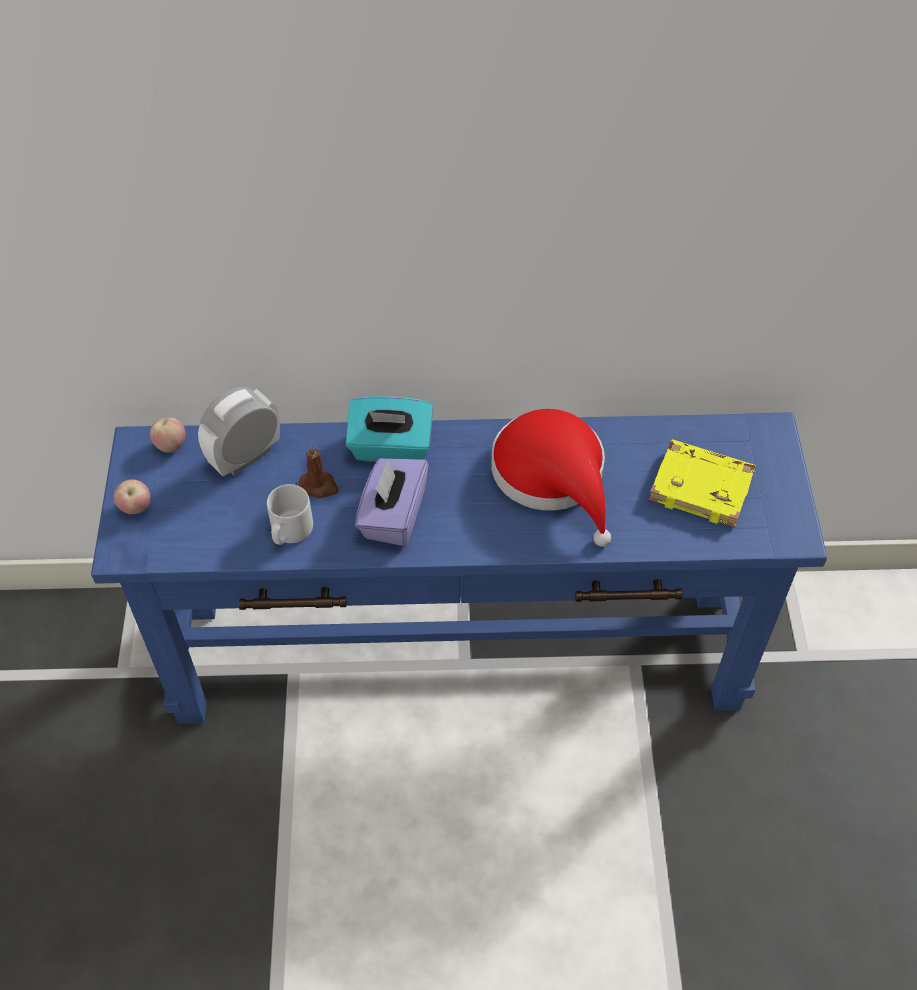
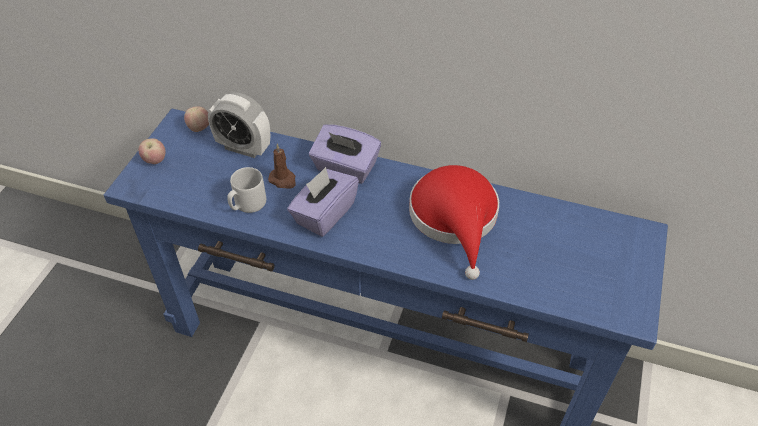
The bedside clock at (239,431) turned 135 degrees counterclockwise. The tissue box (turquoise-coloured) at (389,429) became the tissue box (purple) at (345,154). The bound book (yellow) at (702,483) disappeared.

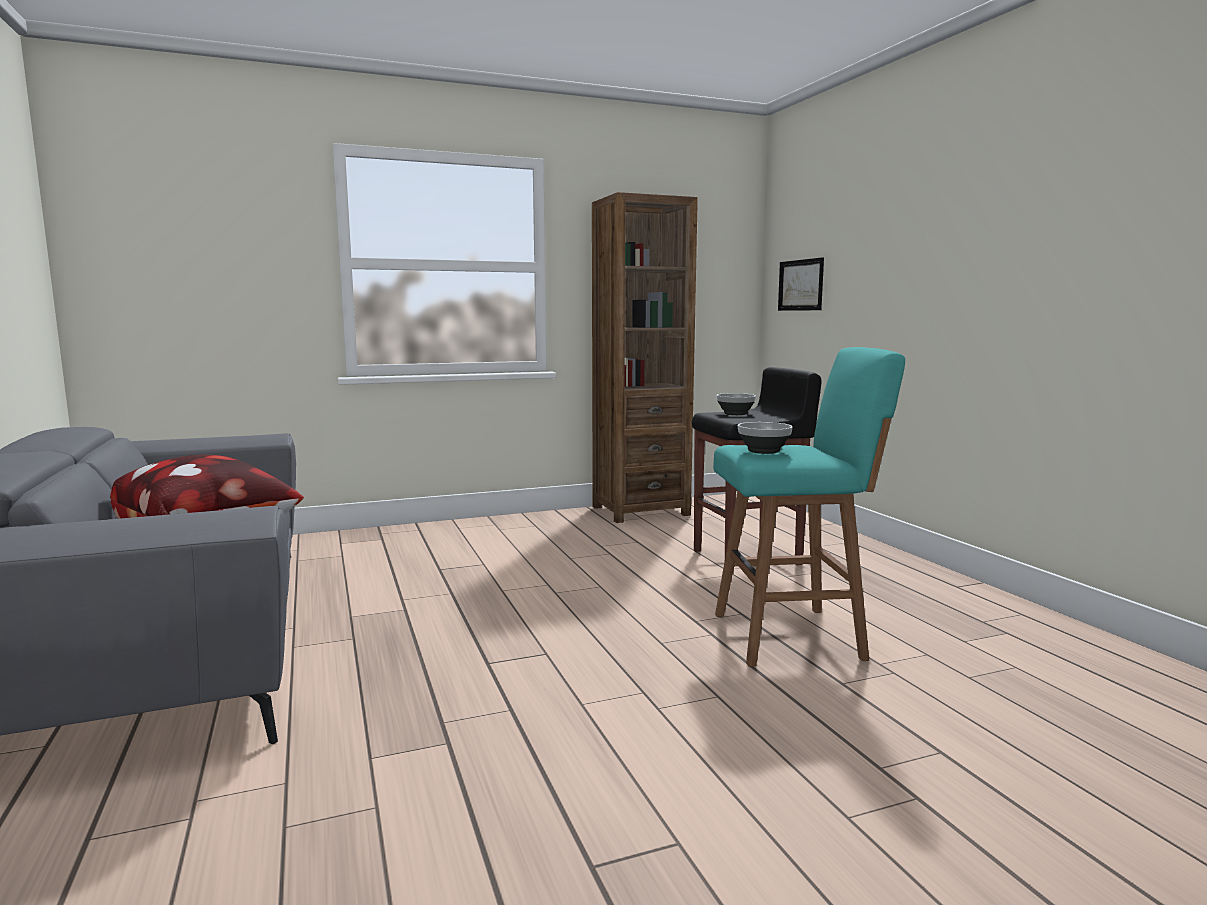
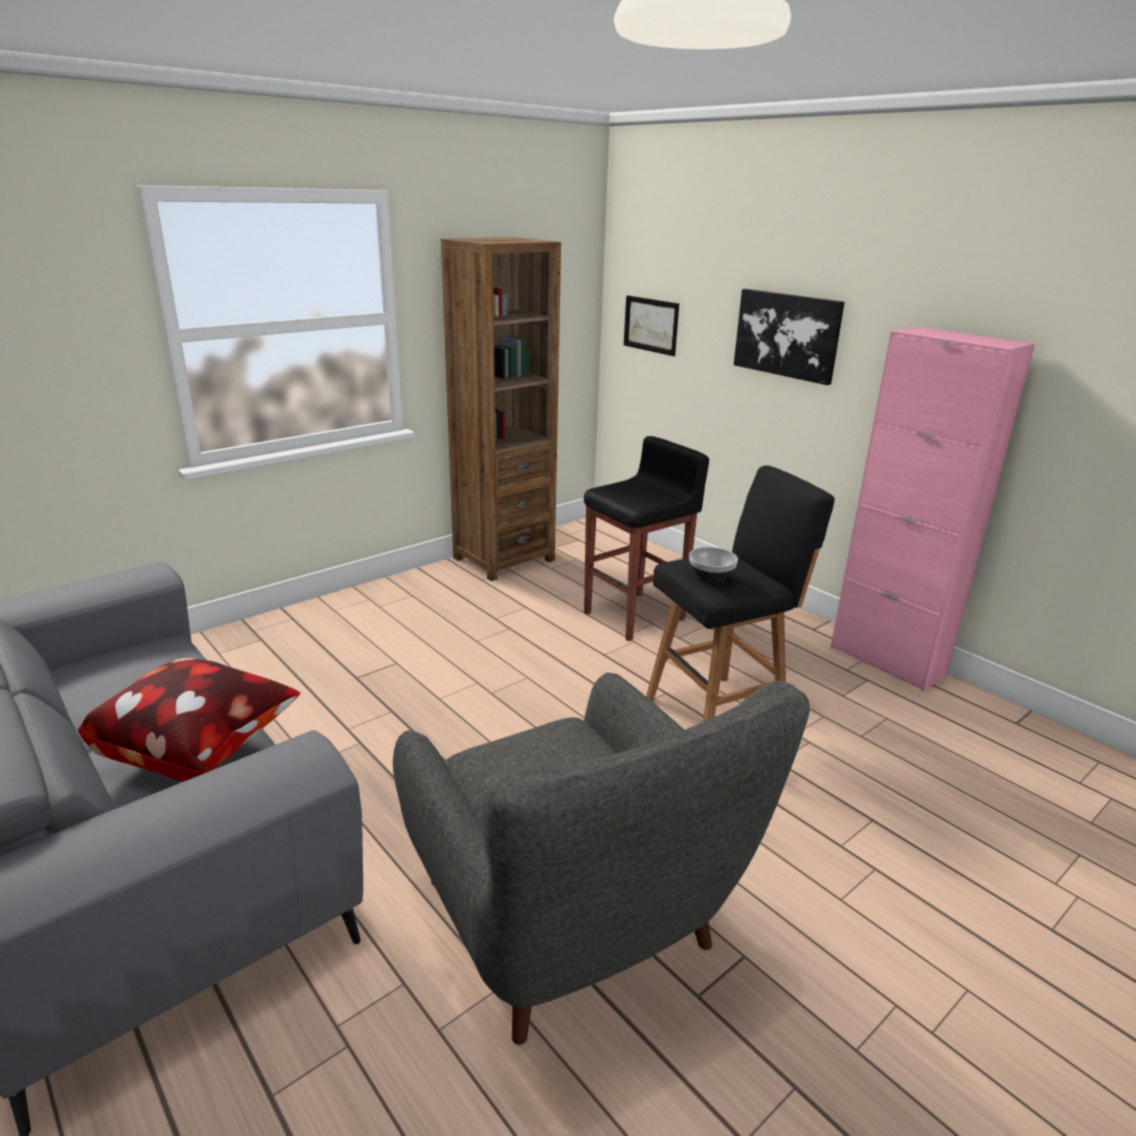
The sitting stool (turquoise-coloured) at (809,507) became the sitting stool (black-coloured) at (740,593). The serving bowl at (736,404) disappeared. The wall picture at (789,337) appeared. The cupboard (pinkish) at (932,509) appeared. The armchair (gray) at (601,858) appeared.

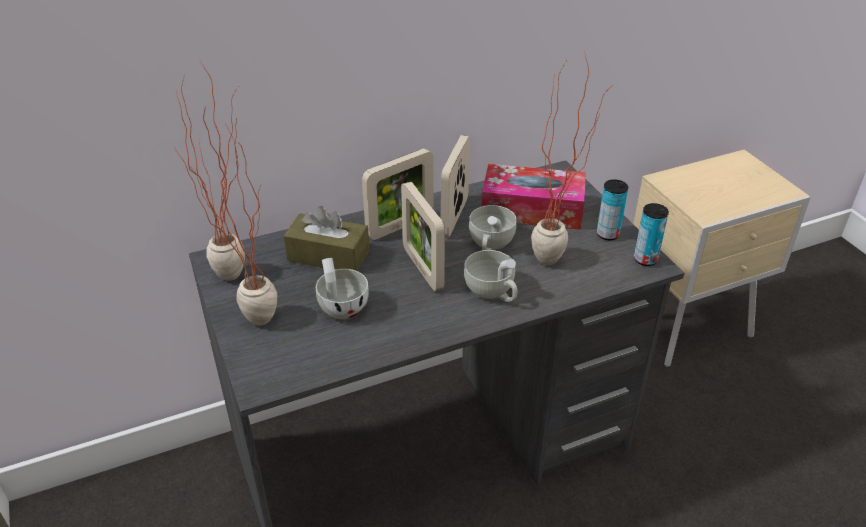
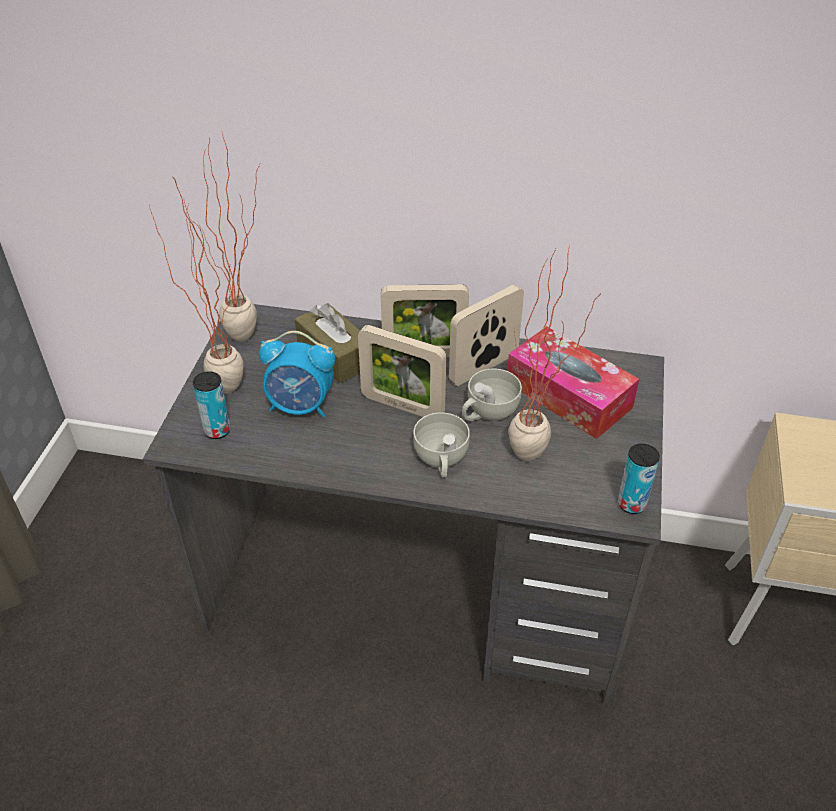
The sealed can moved from (612,209) to (212,405). The picture frame at (423,236) turned 75 degrees counterclockwise. The cup (white-coloured) at (342,288) was replaced by the bedside clock at (297,374).

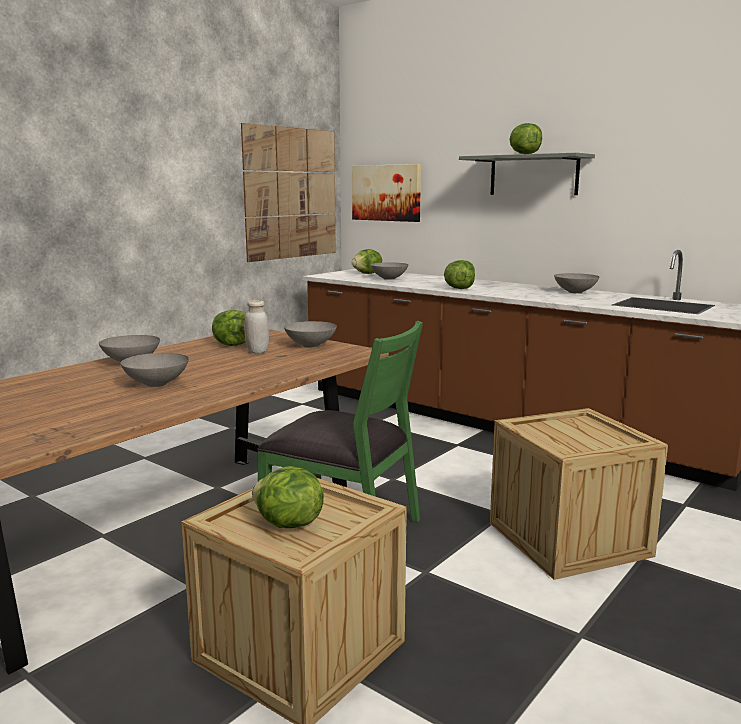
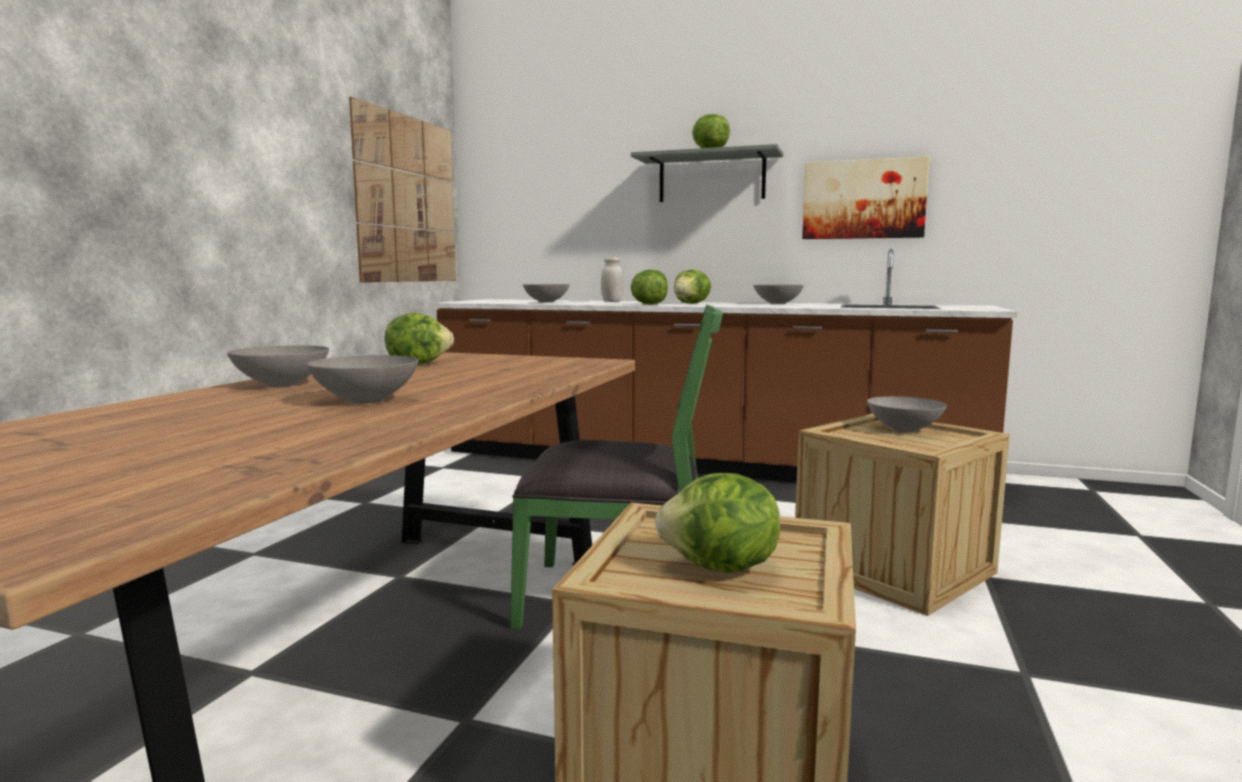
The wall picture moved from (386,193) to (865,197). The lettuce head moved from (367,261) to (692,287). The jar (white-coloured) moved from (256,326) to (612,279). The serving bowl (gray) moved from (310,334) to (907,414).

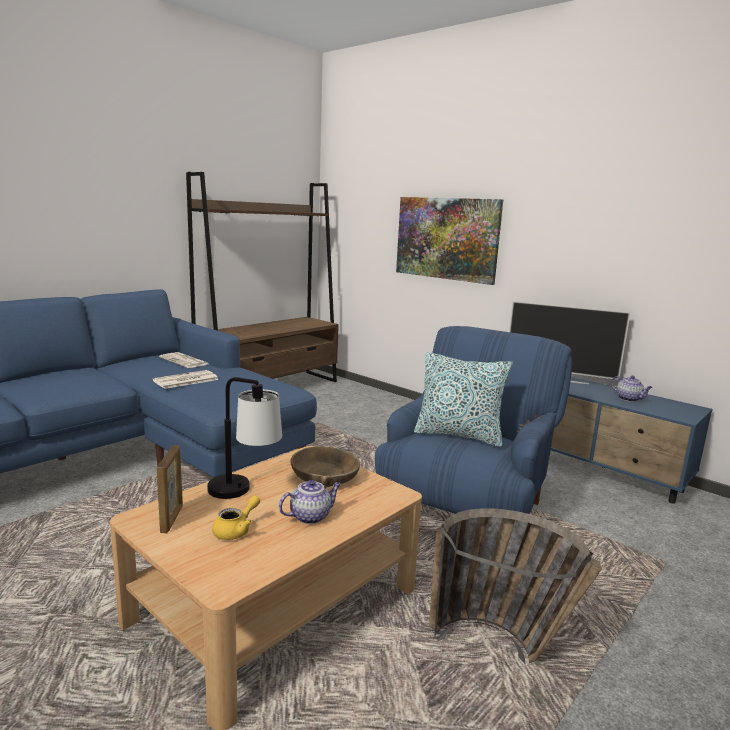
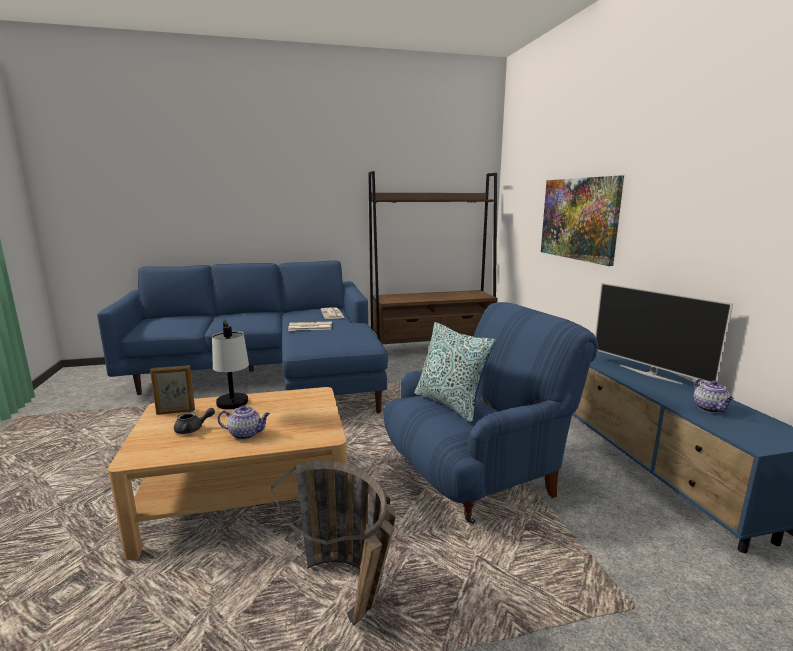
The picture frame at (170,489) turned 45 degrees clockwise. The serving bowl (brown) at (325,468) disappeared. The tea pot (yellow) at (236,518) became the tea pot (gray) at (194,421).

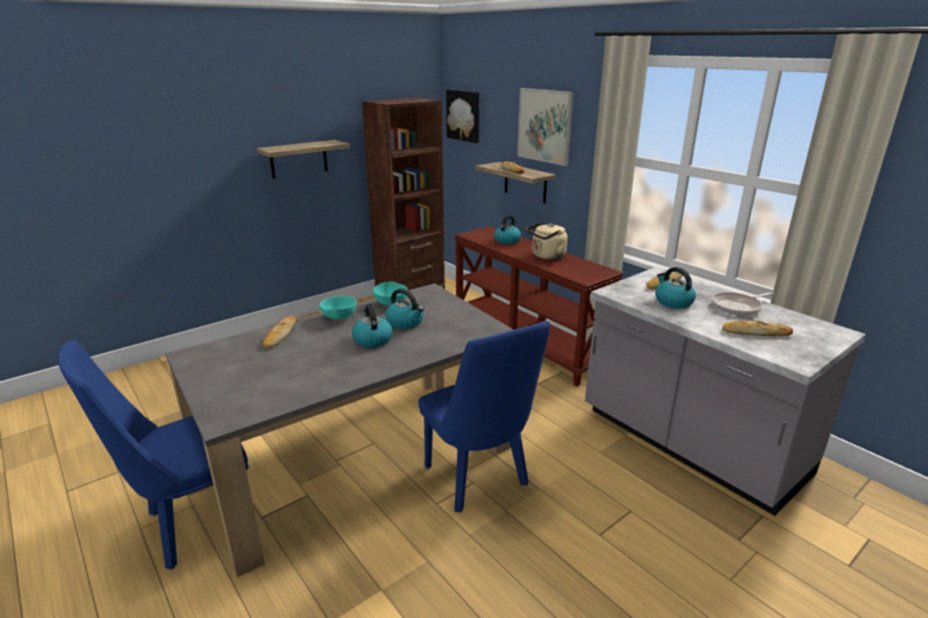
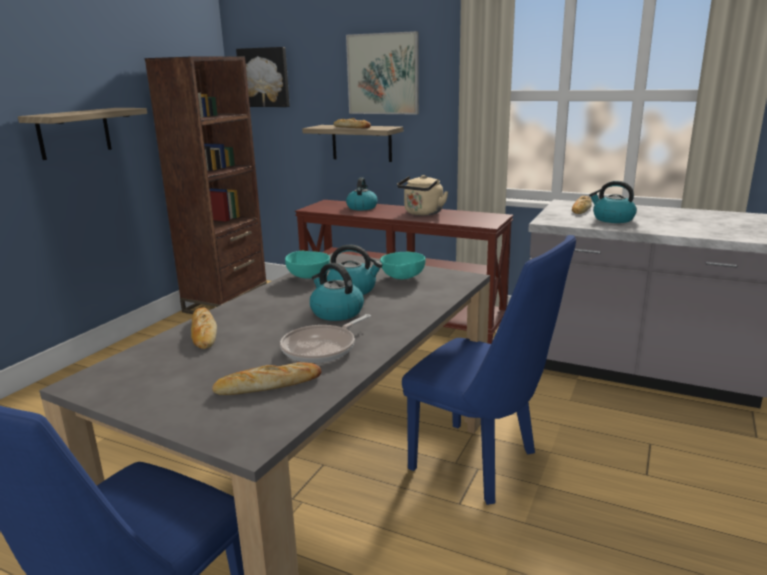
The frying pan moved from (742,304) to (325,338). The serving bowl (turquoise-coloured) moved from (338,308) to (403,265). The bakery bread moved from (757,328) to (266,378).

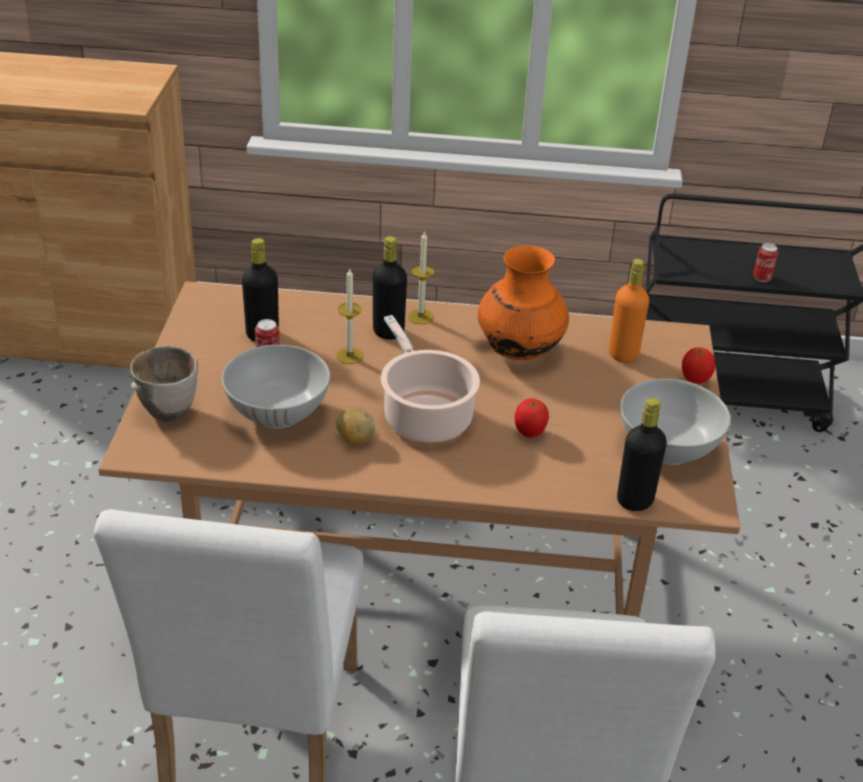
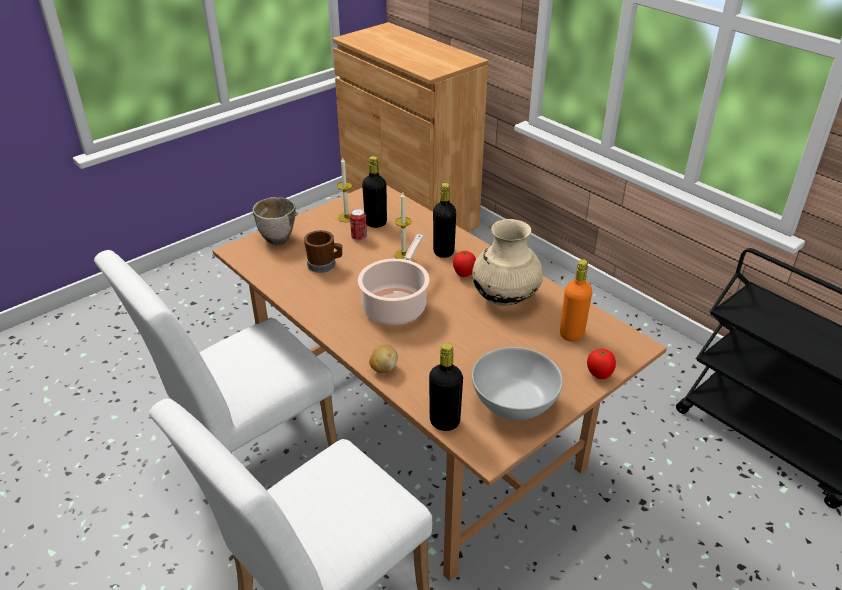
The wax candle moved from (421,277) to (344,190). The sealed can at (766,262) disappeared. The flower vase (orangey) at (523,303) became the flower vase (beige) at (507,262). The serving bowl (white-coloured) at (276,387) was replaced by the mug (brown) at (323,251). The tomato moved from (532,418) to (464,264). The spud moved from (355,426) to (383,358).

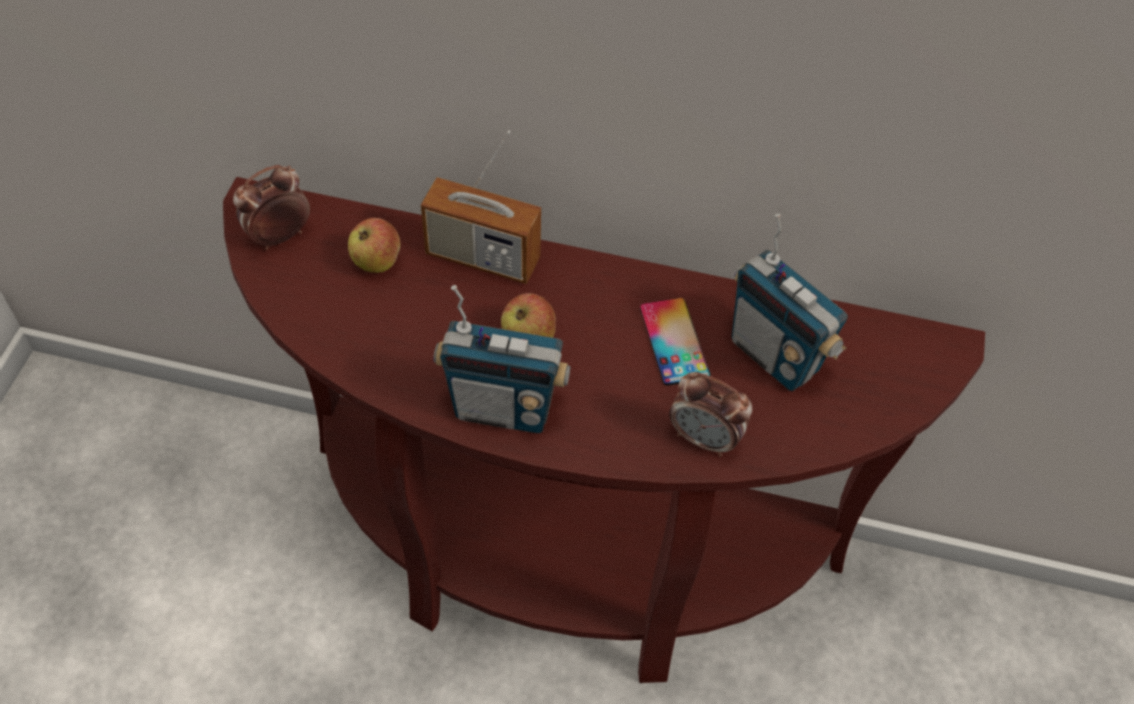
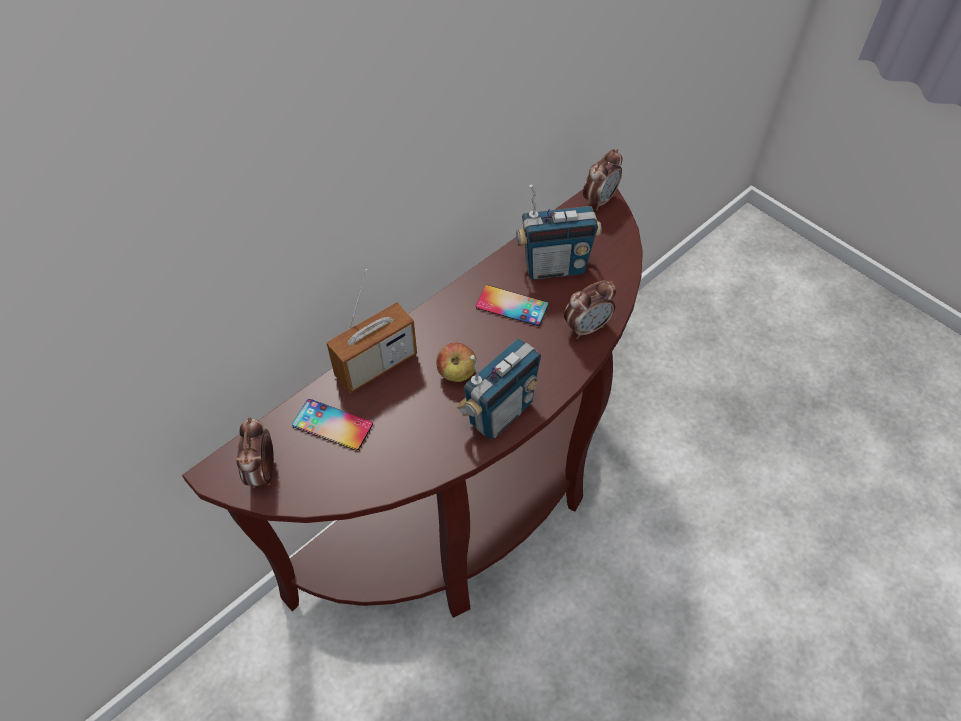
The whole apple at (374,245) was replaced by the phone at (332,425). The bedside clock at (602,180) appeared.

